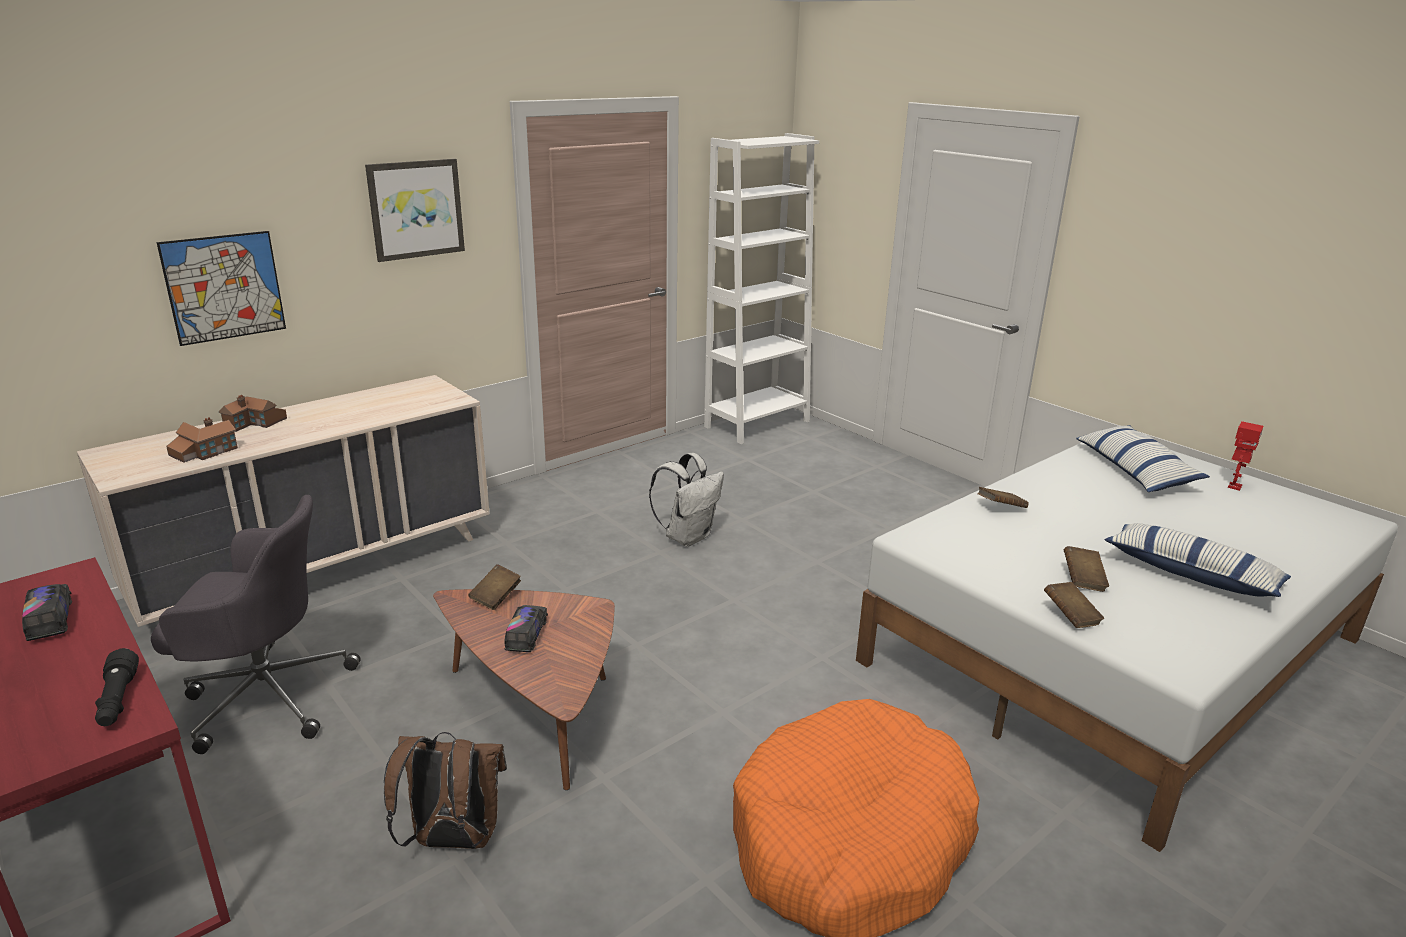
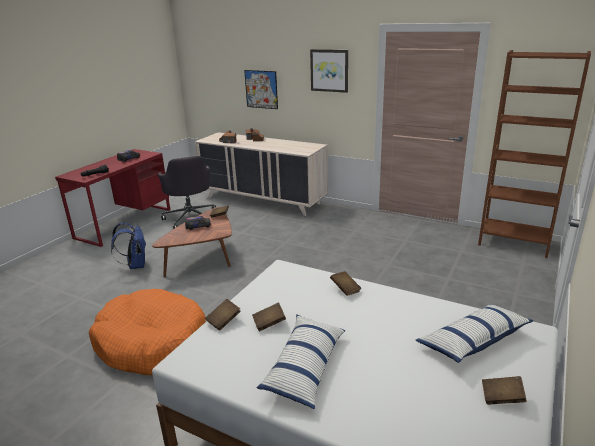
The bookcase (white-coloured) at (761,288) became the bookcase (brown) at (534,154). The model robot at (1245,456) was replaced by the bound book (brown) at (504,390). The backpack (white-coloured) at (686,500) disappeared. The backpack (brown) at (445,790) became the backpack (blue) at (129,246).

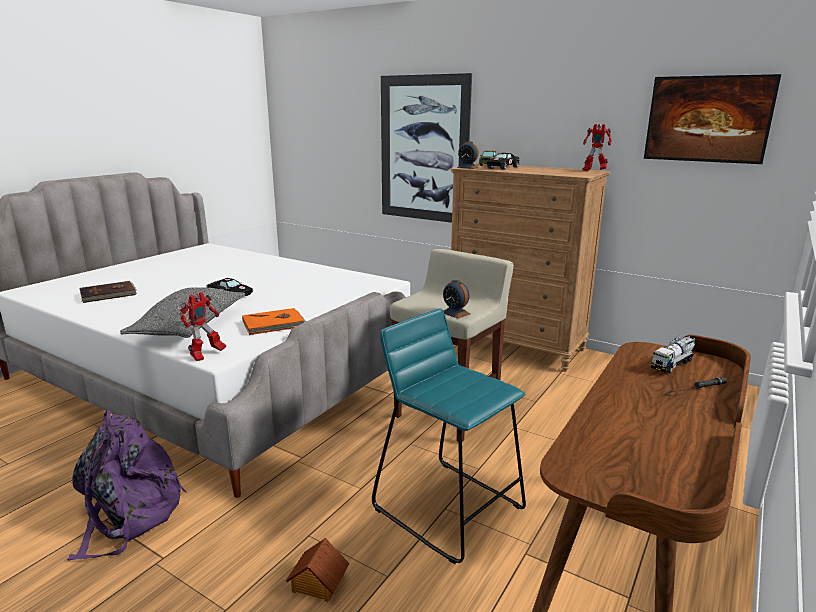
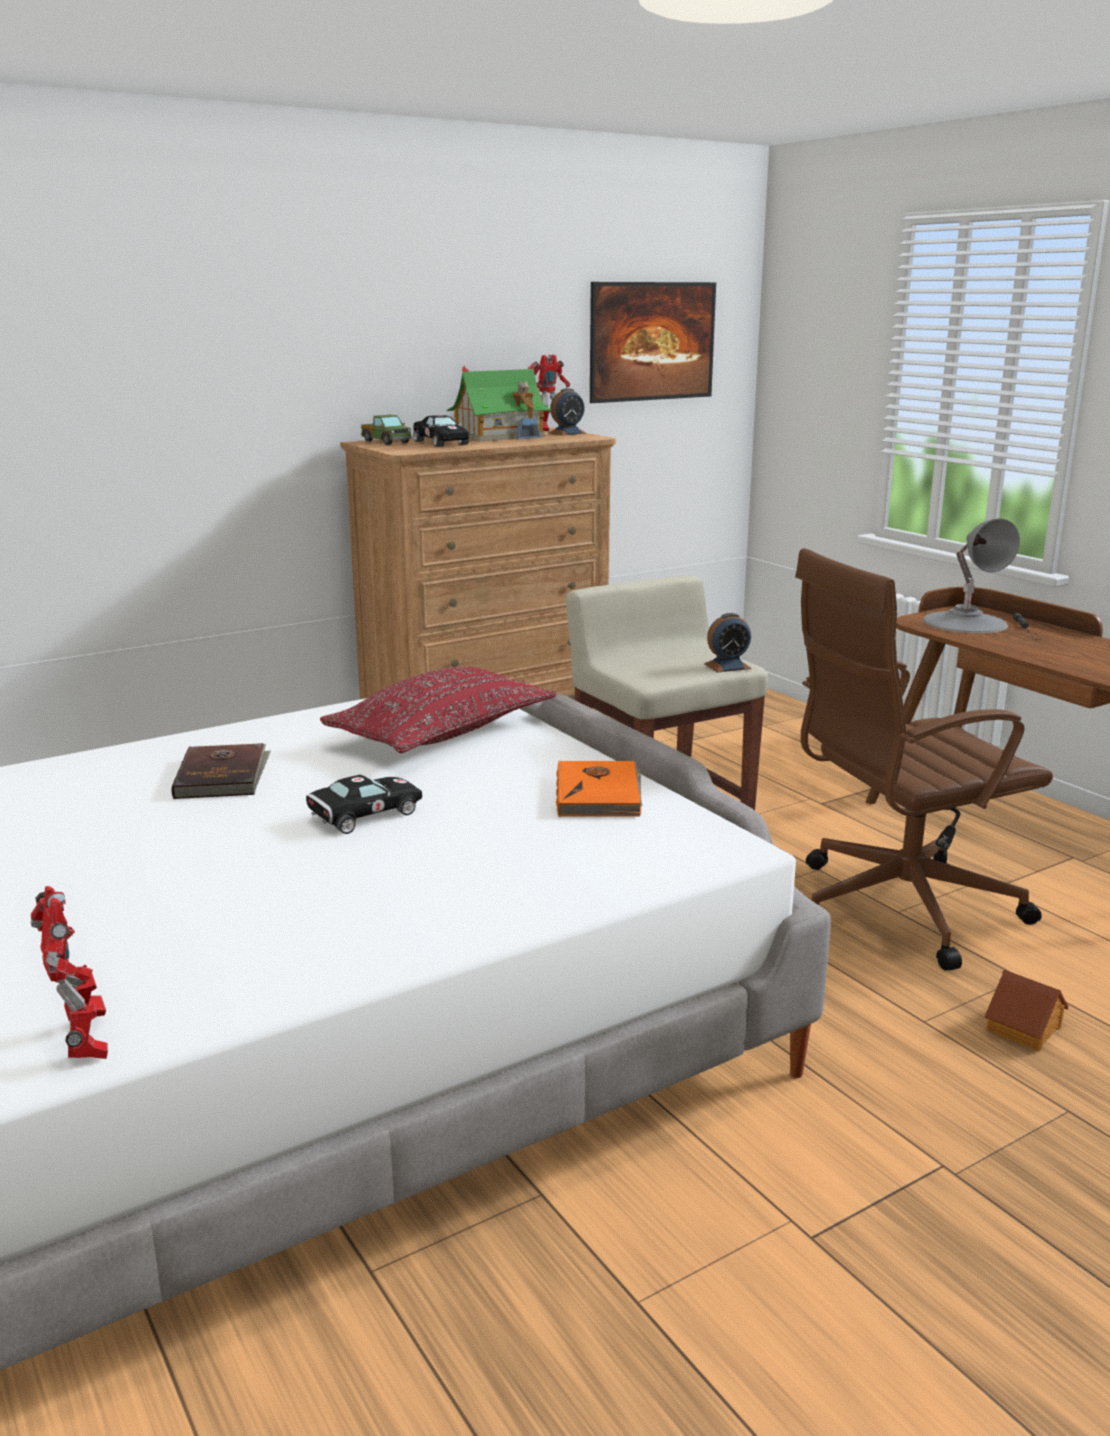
The wall picture at (426,148) disappeared. The bedside clock moved from (468,155) to (567,412). The bound book (brown) moved from (108,292) to (221,771). The cushion (gray) at (182,312) disappeared. The model robot moved from (202,326) to (69,972). The sitting stool (turquoise-coloured) at (449,436) was replaced by the desk chair (brown) at (924,759). The toy lorry at (673,354) was replaced by the tabletop lamp (gray) at (971,576). The backpack (purple) at (126,485) disappeared. The miniature house at (499,402) appeared. The cushion (red) at (438,710) appeared.

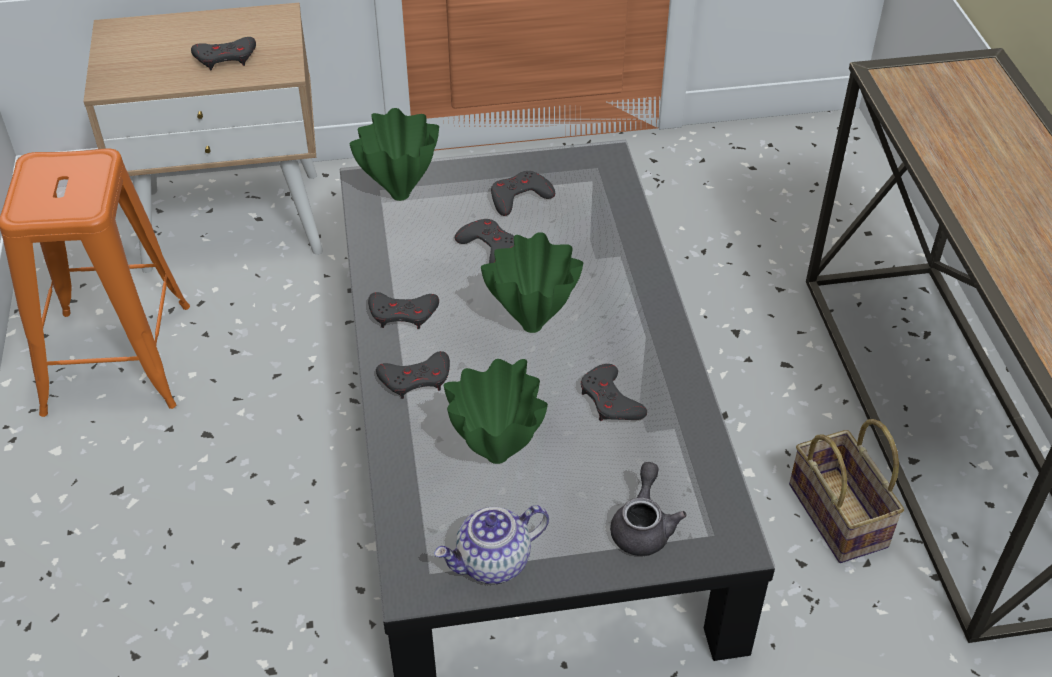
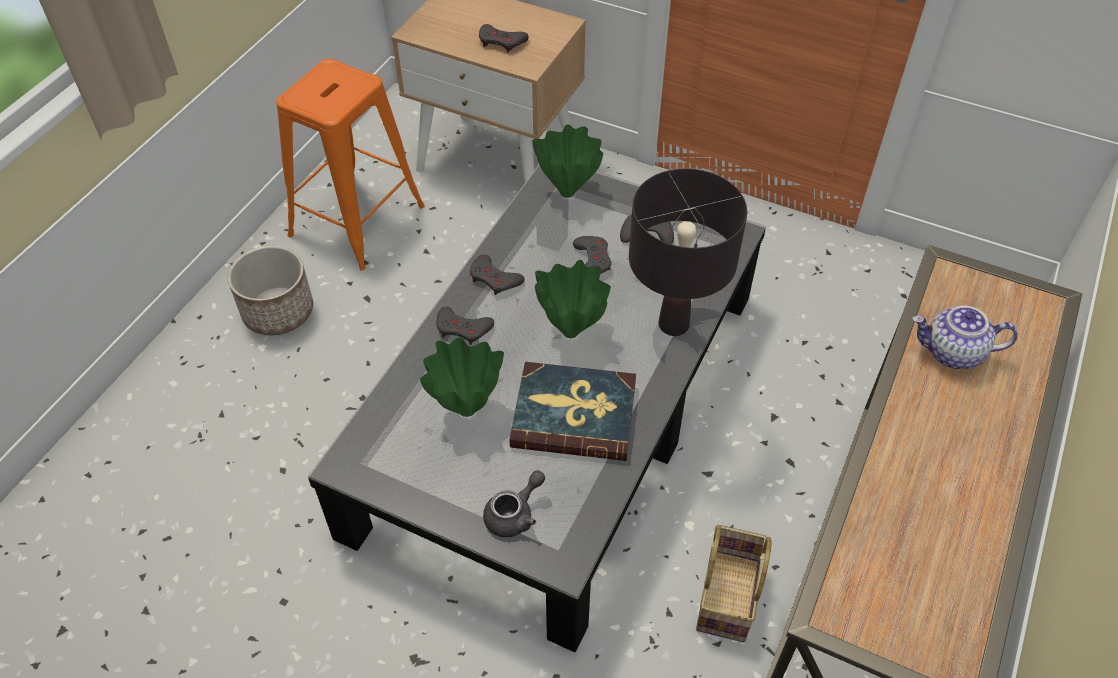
The game controller (gray) at (614,392) was replaced by the bound book at (573,411). The tea pot moved from (491,544) to (965,337). The tabletop lamp (black-coloured) at (688,252) appeared. The planter at (270,290) appeared.

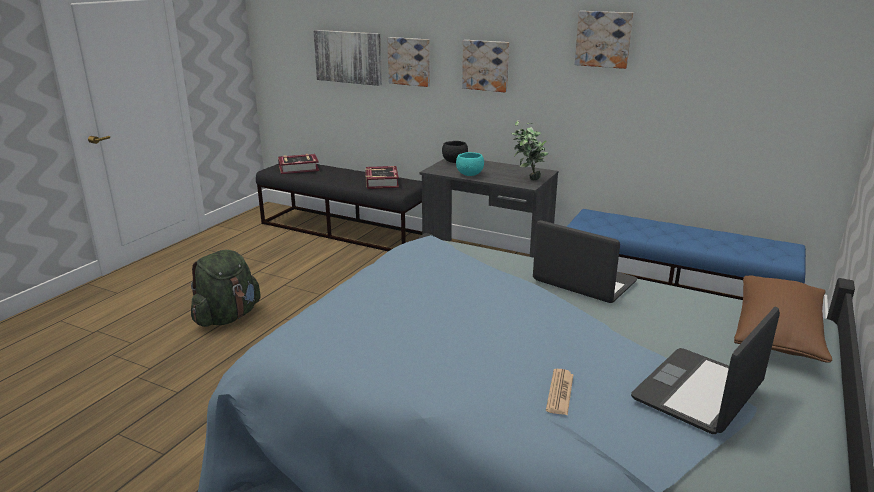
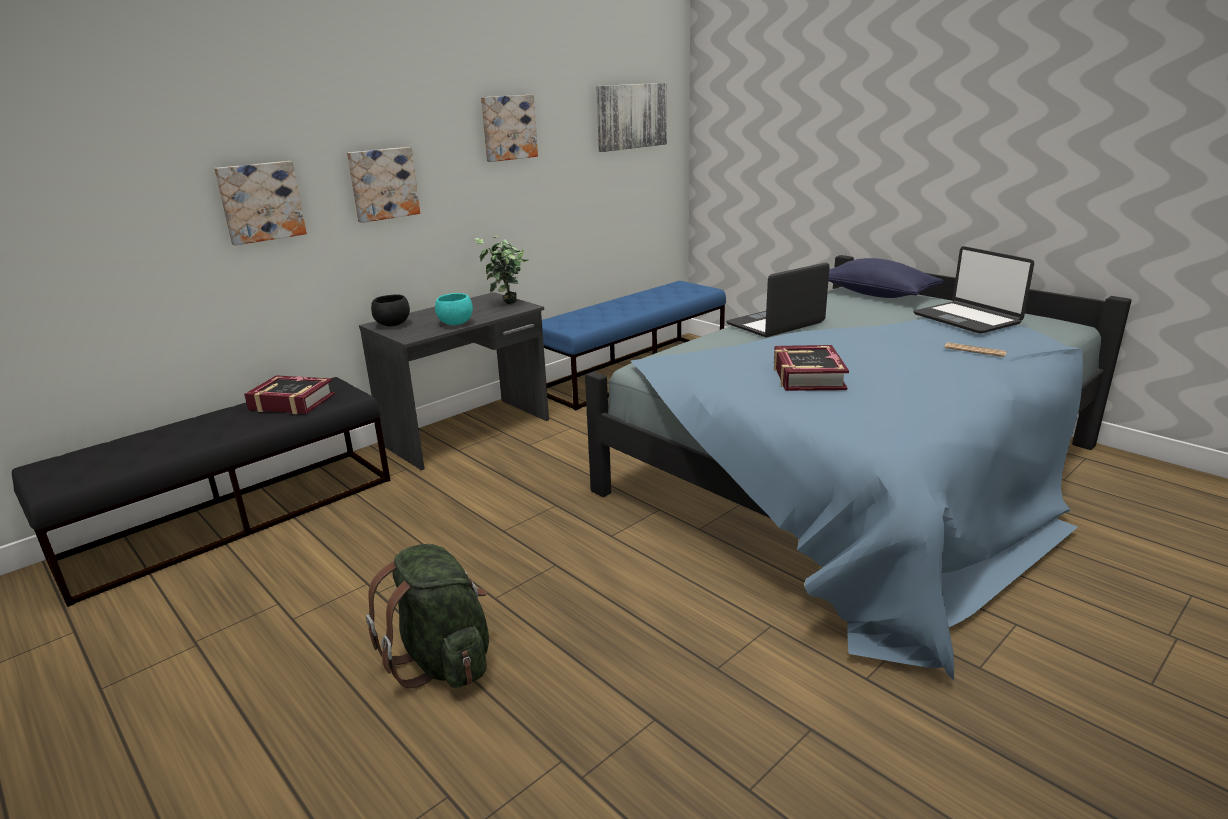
The wall picture moved from (347,58) to (631,117). The bound book moved from (298,164) to (811,368). The cushion (brown) at (783,319) became the cushion (blue) at (886,278).

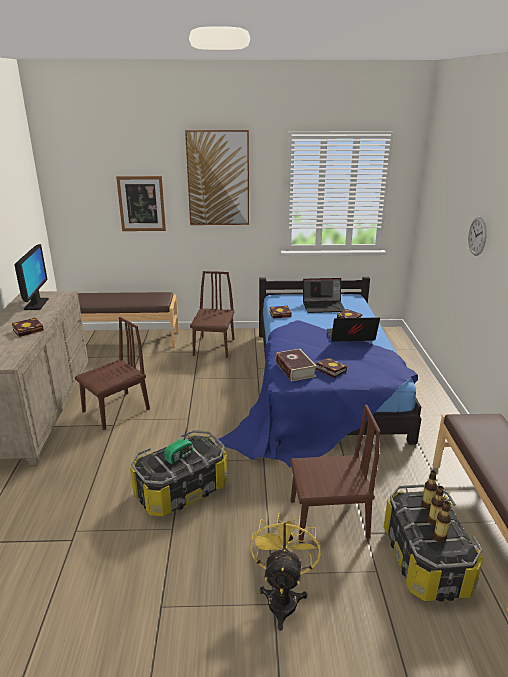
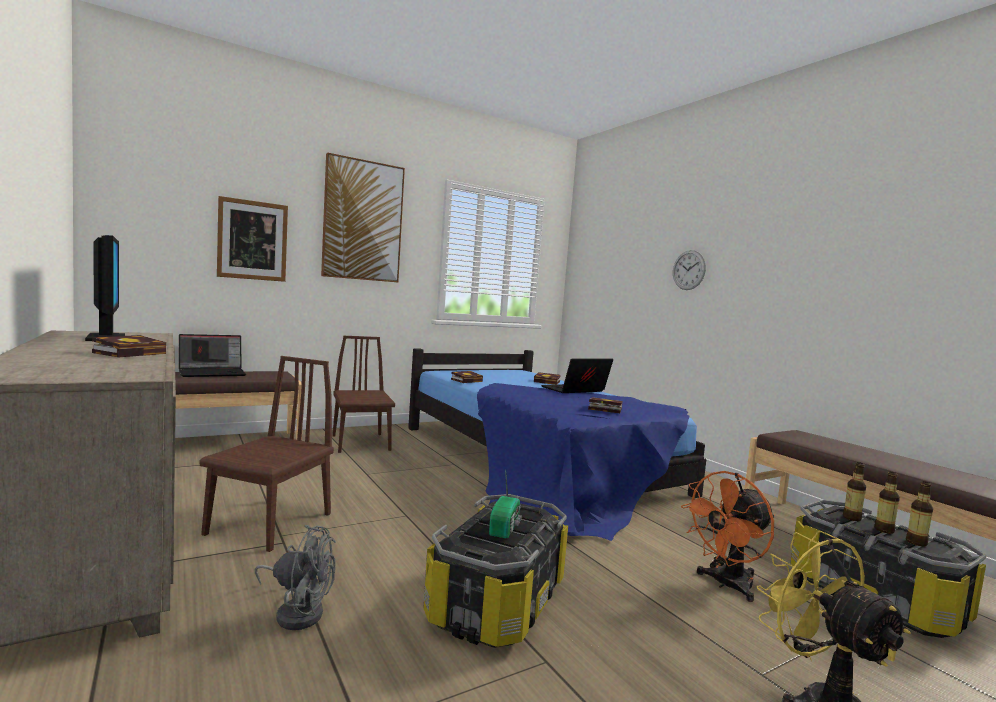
The notebook computer moved from (324,295) to (212,355). The bound book at (296,365) disappeared. The plain chair (brown) at (335,474) was replaced by the fan (orangey) at (728,536). The fan (gray) at (295,577) appeared.

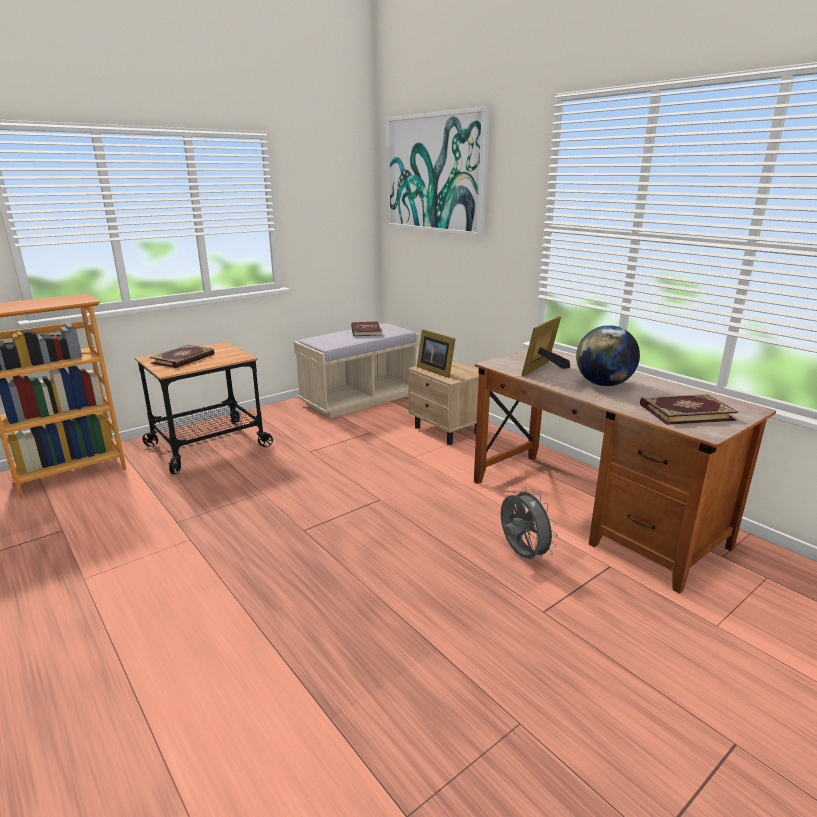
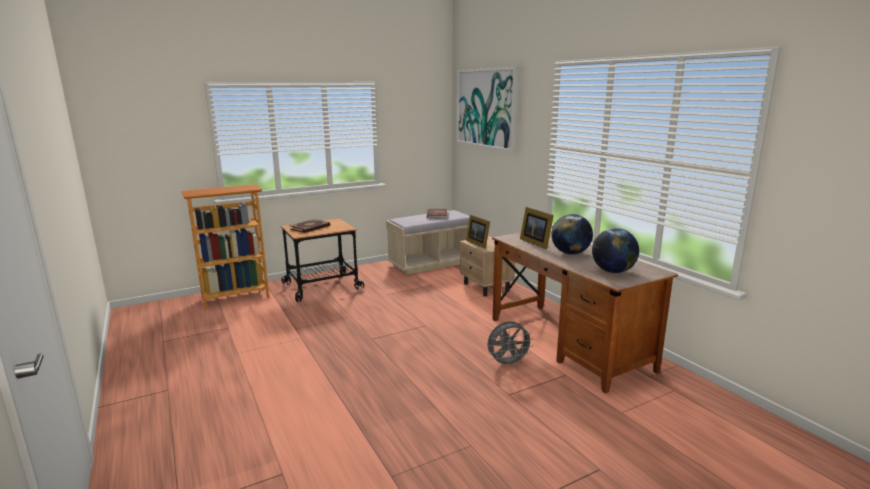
The picture frame at (545,346) turned 75 degrees counterclockwise. The bound book at (689,409) was replaced by the globe at (615,250). The fan (gray) at (529,523) turned 90 degrees clockwise.

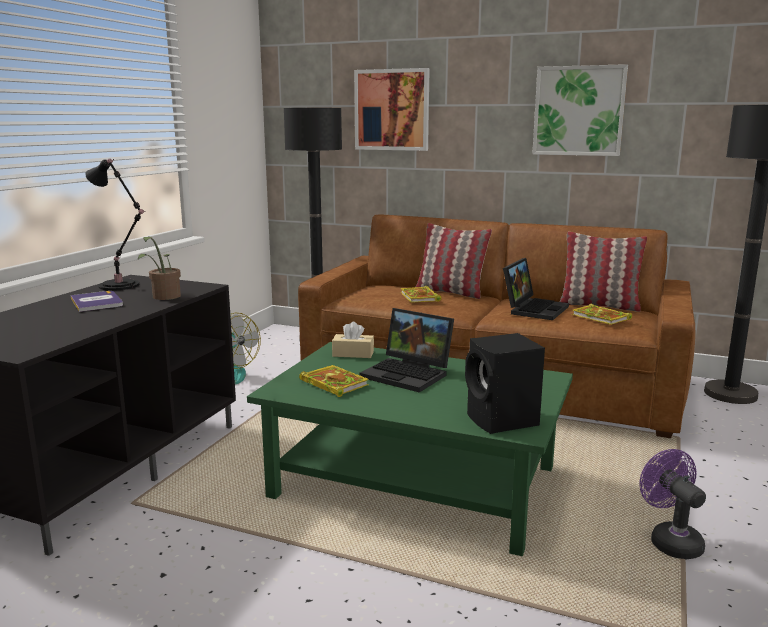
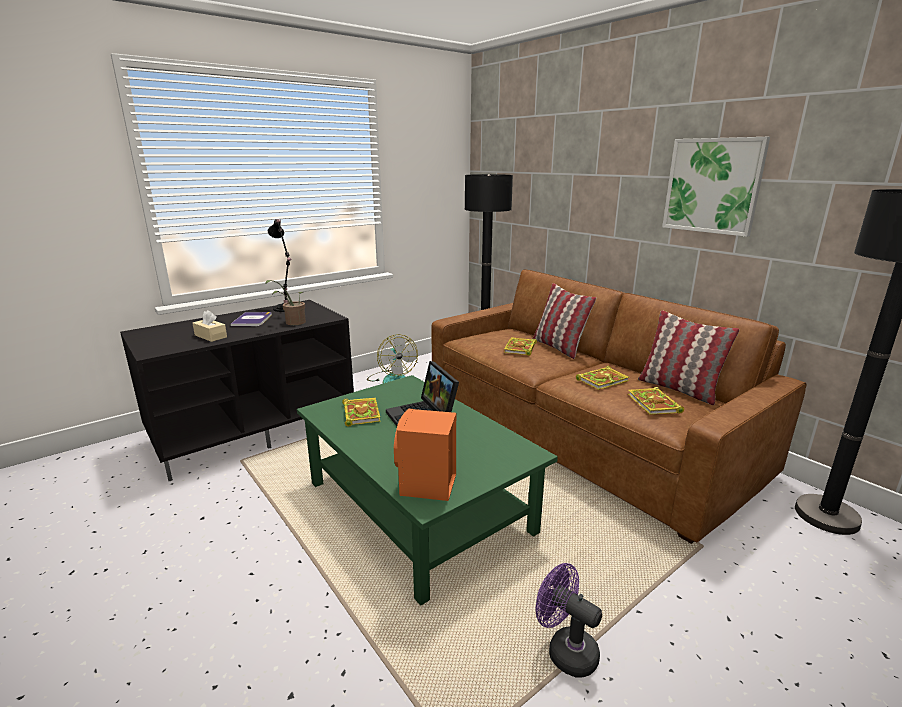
The wall picture at (392,109) disappeared. The notebook computer at (536,289) was replaced by the bound book at (603,378). The tissue box (beige) moved from (353,340) to (210,326). The loudspeaker (black-coloured) at (505,383) became the loudspeaker (orangey) at (425,455). The fan (purple) at (672,504) turned 60 degrees counterclockwise.

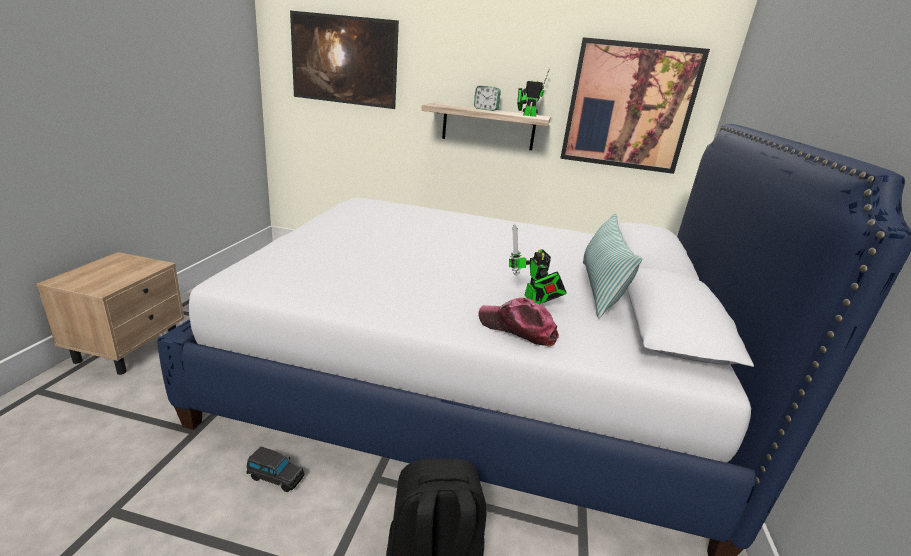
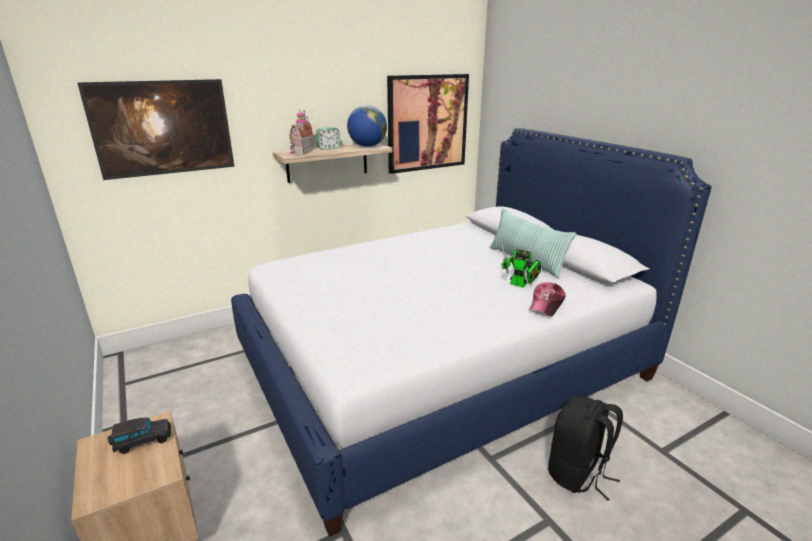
The model robot at (533,92) was replaced by the globe at (367,126). The cap at (518,322) turned 45 degrees counterclockwise. The miniature car (black-coloured) moved from (275,469) to (139,435). The miniature house at (301,132) appeared.

